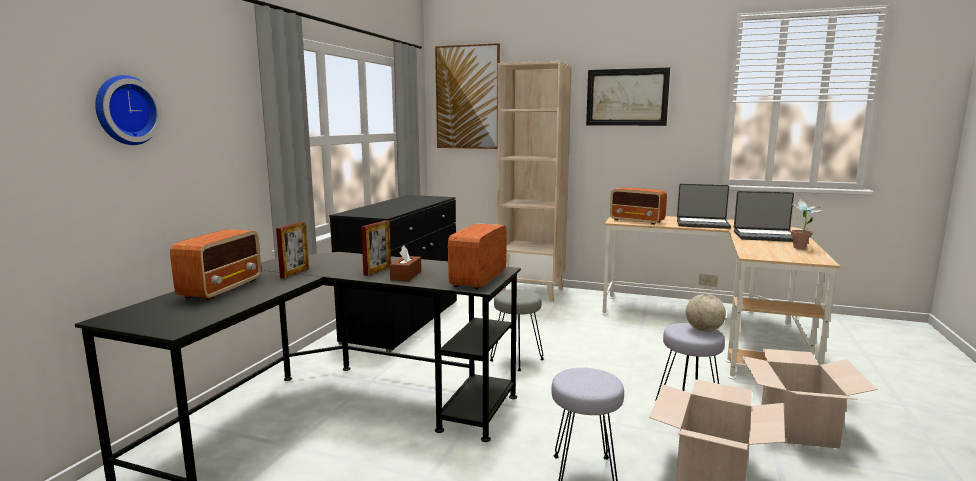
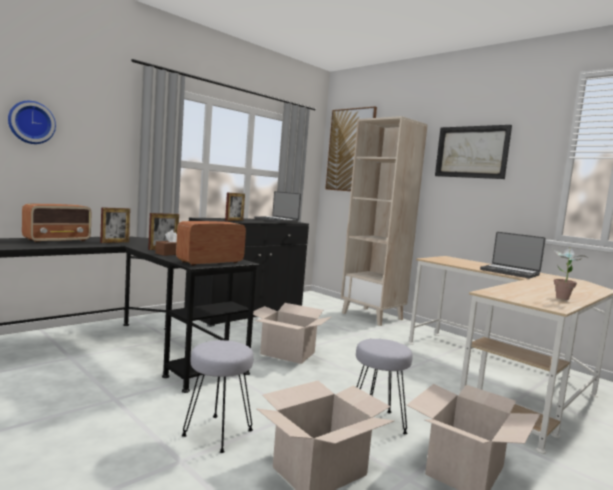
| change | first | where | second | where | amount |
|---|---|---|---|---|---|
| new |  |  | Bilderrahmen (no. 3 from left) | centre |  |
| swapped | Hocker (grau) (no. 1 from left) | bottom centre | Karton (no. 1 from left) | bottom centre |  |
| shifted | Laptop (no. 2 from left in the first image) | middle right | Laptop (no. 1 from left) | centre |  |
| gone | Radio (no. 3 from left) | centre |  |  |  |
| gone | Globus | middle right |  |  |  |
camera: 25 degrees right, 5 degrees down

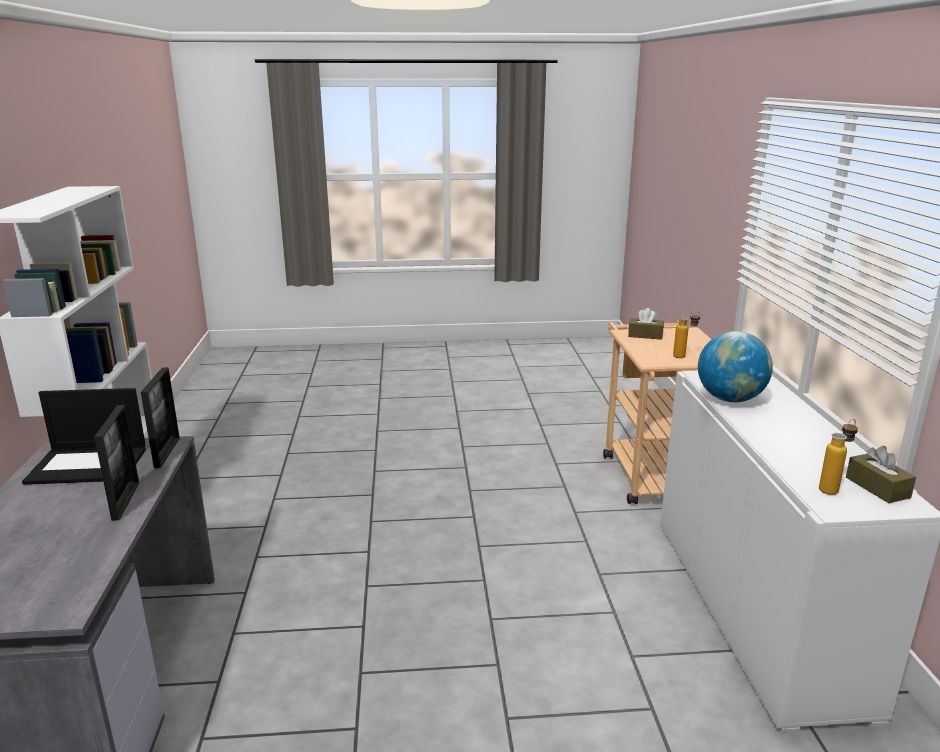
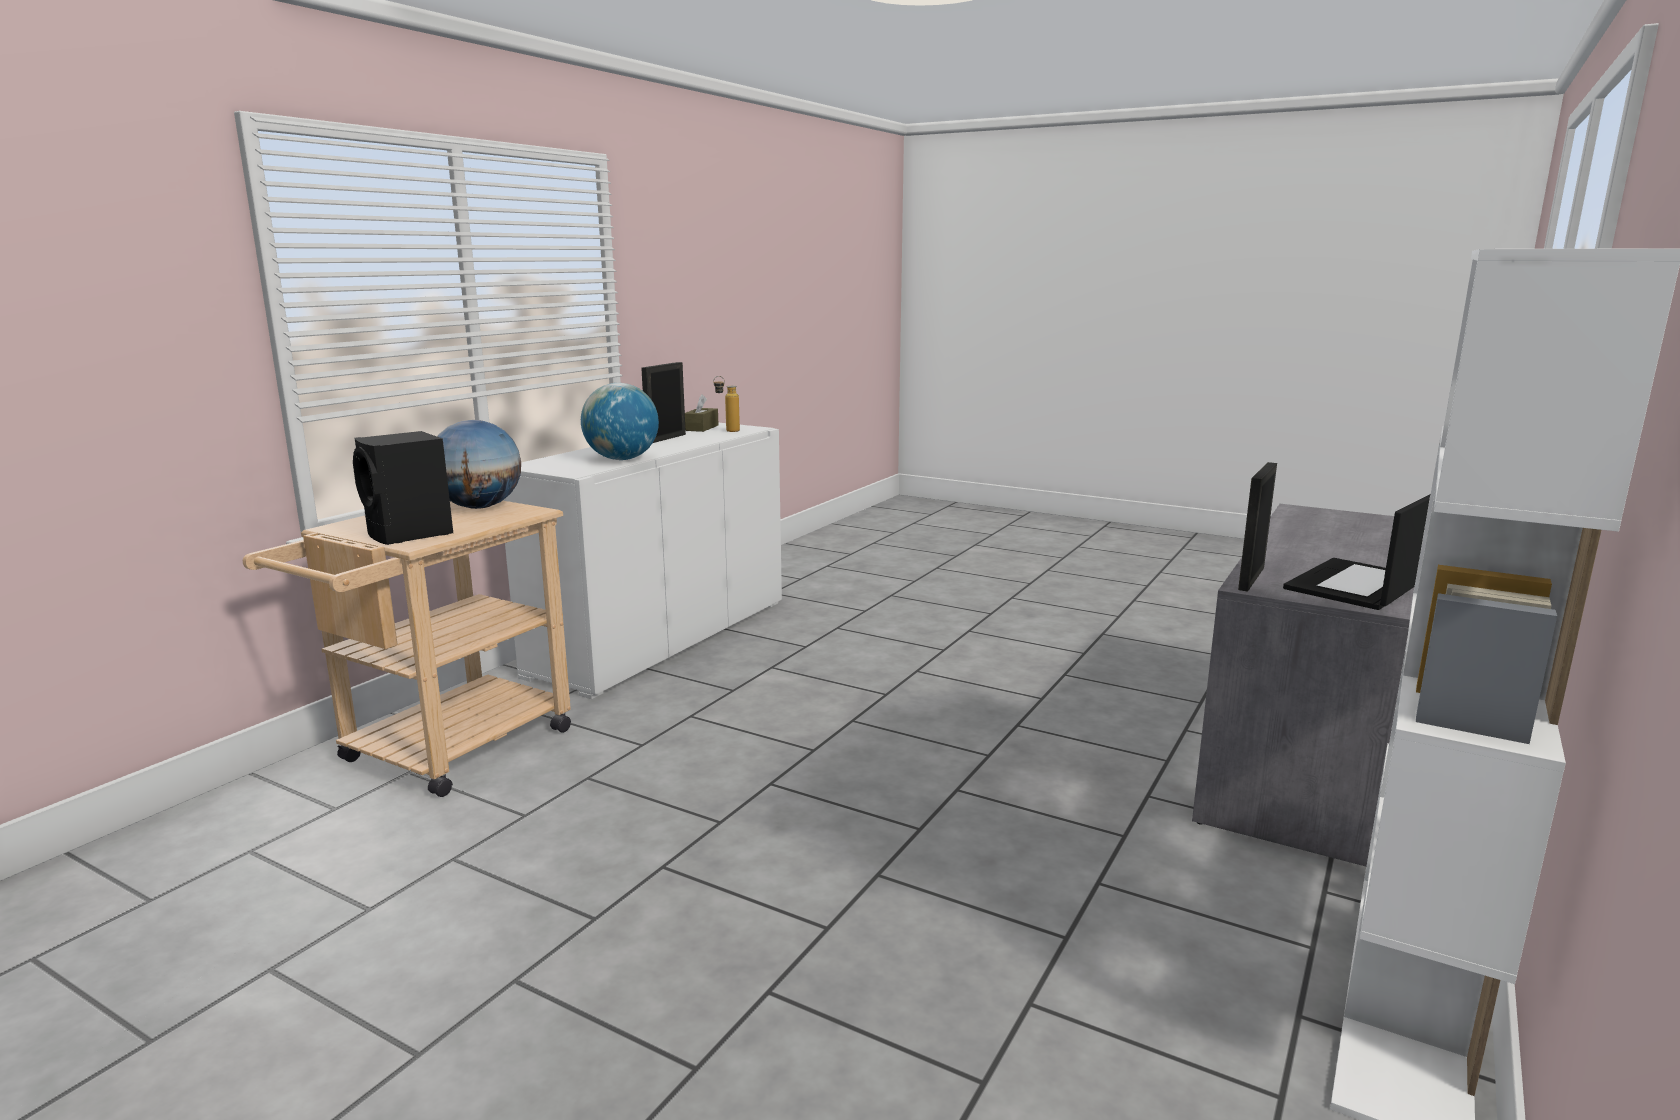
| change | first | where | second | where | amount |
|---|---|---|---|---|---|
| swapped | Taschentuchbox (braun) (no. 1 from left) | middle right | Lautsprecher (schwarz) | middle left |  |
| swapped | Flasche (no. 1 from left) | middle right | Globus (no. 1 from left) | middle left |  |
| shifted | Bilderrahmen (no. 1 from left) | middle left |  | centre |  |
| rotated | Laptop | middle left |  | middle right | 75 degrees counterclockwise |
camera: 145 degrees left, 5 degrees down

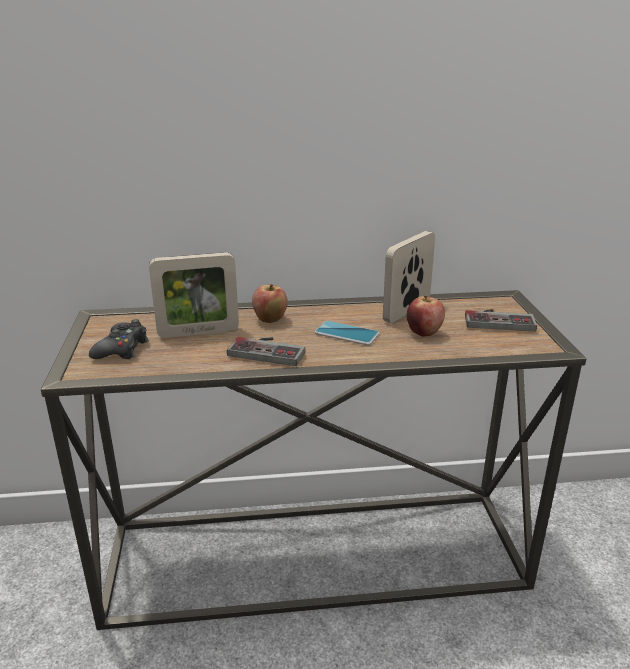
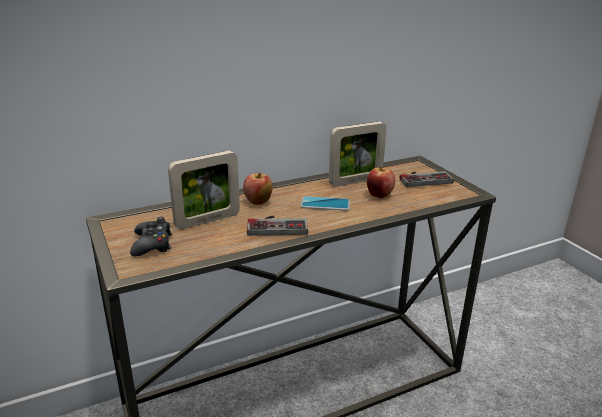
| change | first | where | second | where | amount |
|---|---|---|---|---|---|
| rotated | Bilderrahmen (no. 2 from left) | centre |  | centre | 135 degrees counterclockwise |
camera: 20 degrees left, 0 degrees up

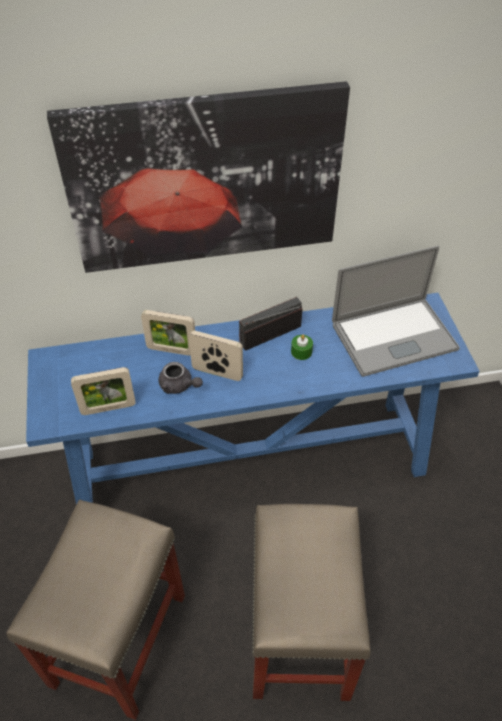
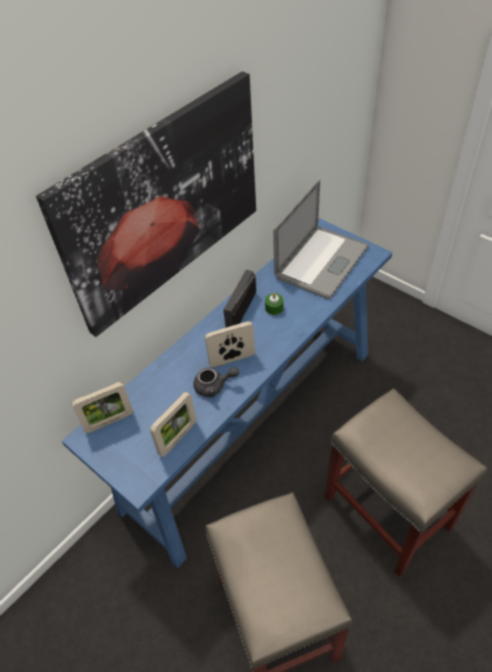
| change | first | where | second | where | amount |
|---|---|---|---|---|---|
| shifted | Bilderrahmen (no. 2 from left in the first image) | centre | Bilderrahmen (no. 1 from left) | middle left |  |
camera: 35 degrees left, 0 degrees up

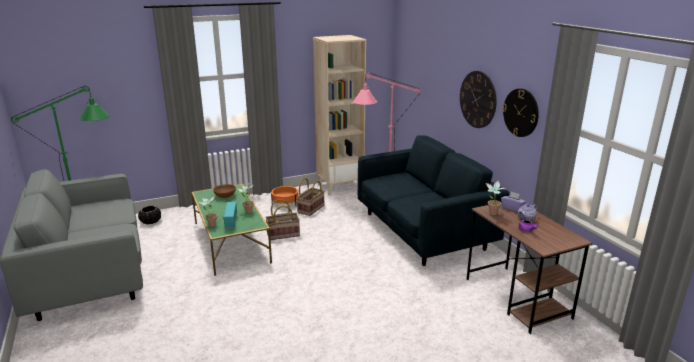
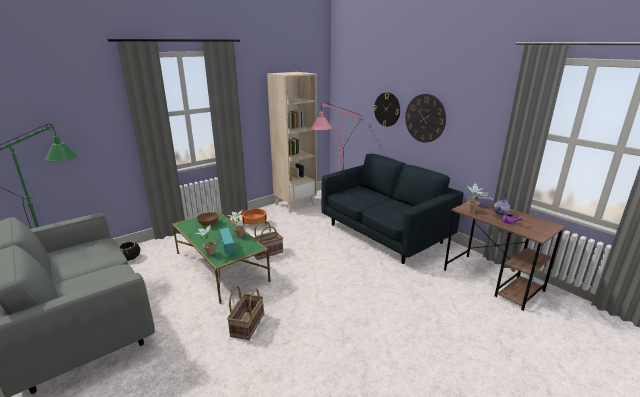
| change | first | where | second | where | amount |
|---|---|---|---|---|---|
| shifted | Korb (no. 2 from left in the first image) | centre | Korb (no. 1 from left) | bottom centre |  |
| shifted | Wanduhr (no. 2 from left in the first image) | top right | Wanduhr (no. 1 from left) | top centre |  |
camera: 15 degrees left, 0 degrees up

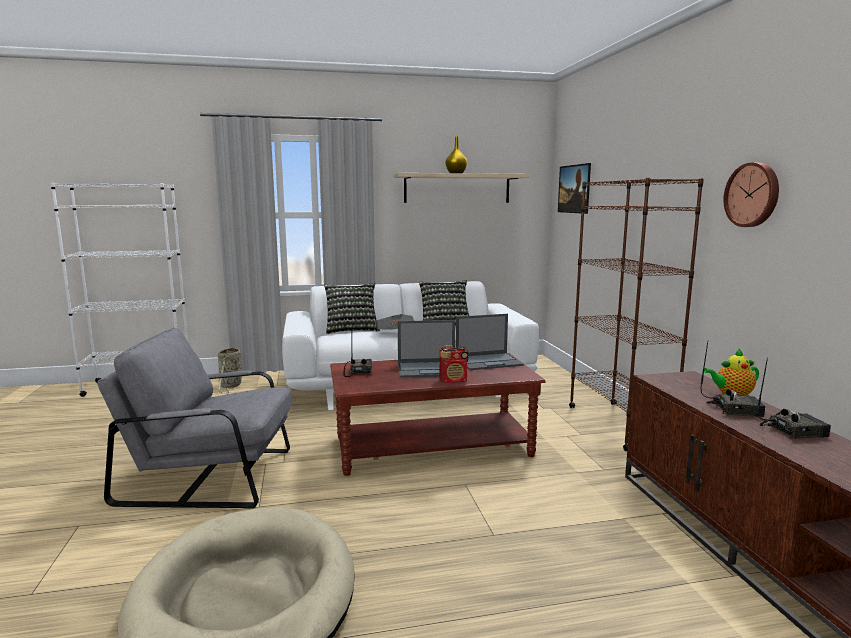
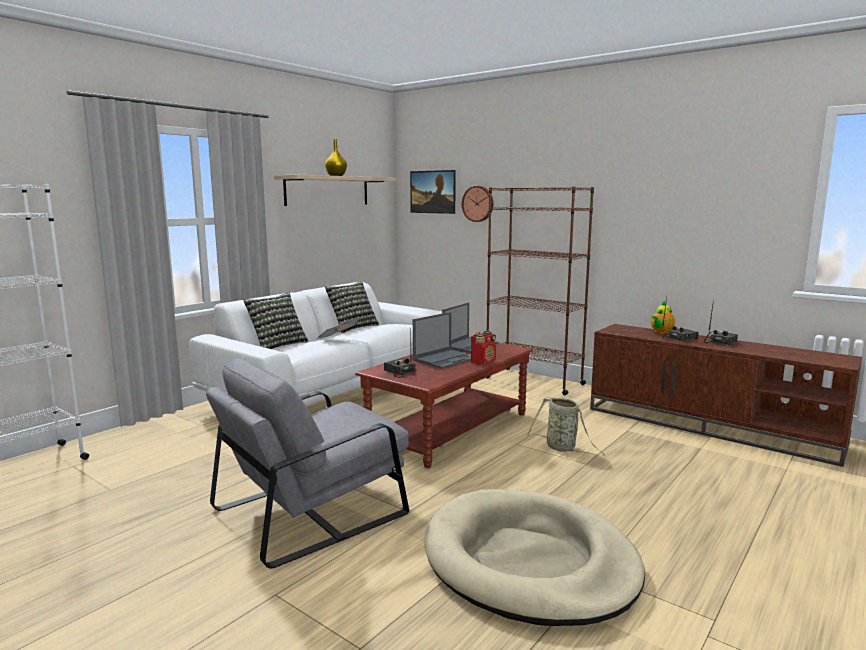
| change | first | where | second | where | amount |
|---|---|---|---|---|---|
| shifted | Wanduhr | top right |  | top centre |  |
| shifted | Korb | middle left |  | centre |  |
camera: 40 degrees left, 0 degrees up

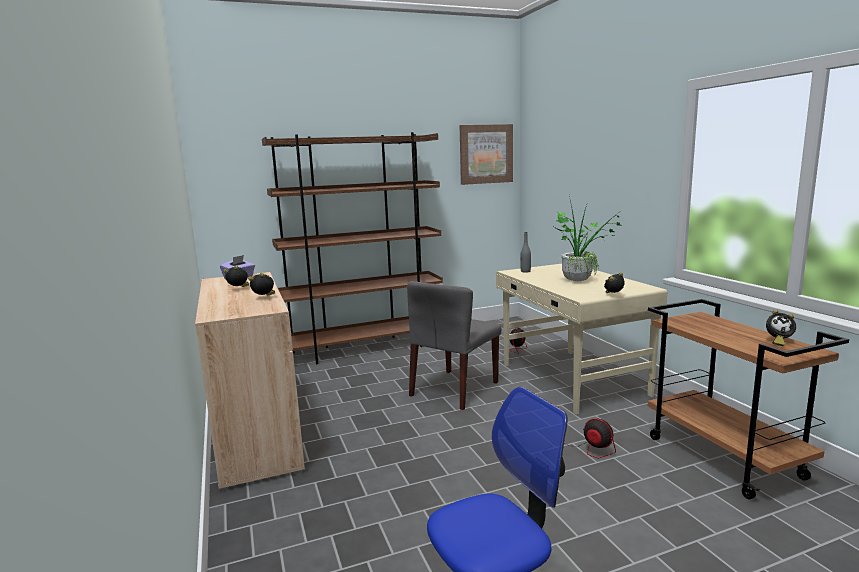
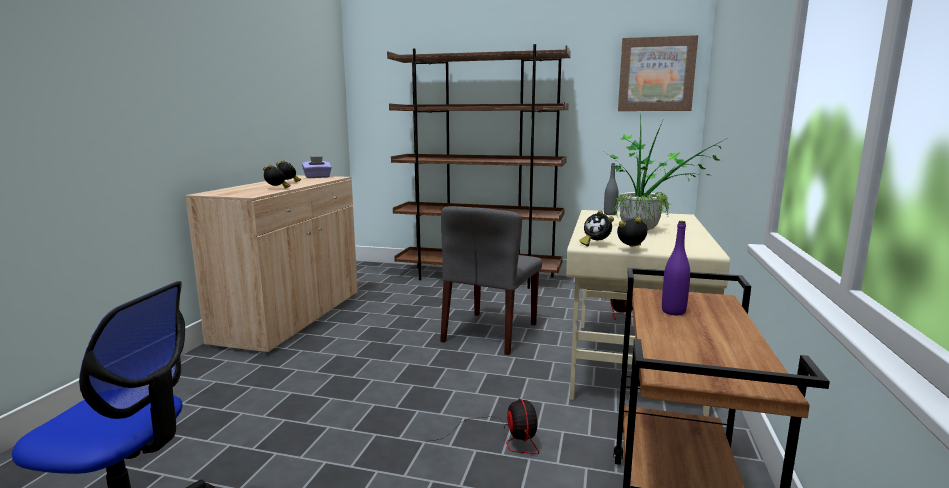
| change | first | where | second | where | amount |
|---|---|---|---|---|---|
| rotated | Stuhl (grau) | centre |  | centre | 45 degrees counterclockwise |
| shifted | Wecker (no. 4 from left in the first image) | middle right | Wecker (no. 3 from left) | centre |  |
| new |  |  | Flasche (lila) | middle right |  |
camera: 35 degrees right, 0 degrees up

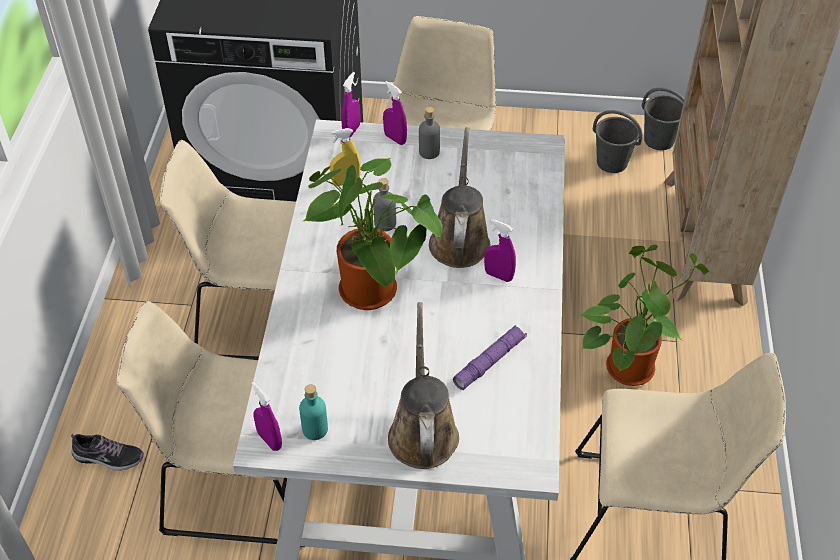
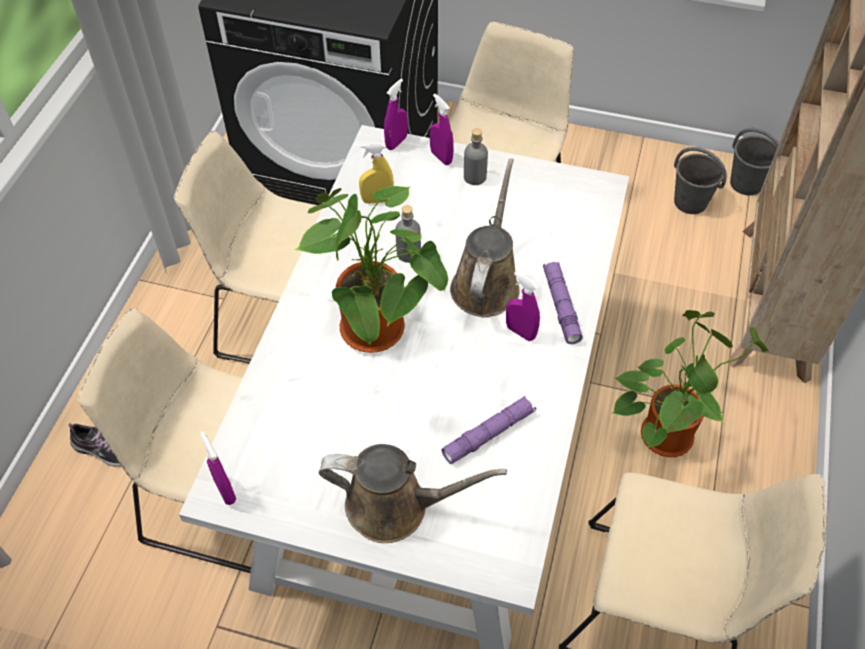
| change | first | where | second | where | amount |
|---|---|---|---|---|---|
| rotated | Gießkanne (braun) (no. 1 from left) | bottom centre |  | bottom centre | 90 degrees clockwise |
| new |  |  | Taschenlampe (lila) (no. 2 from left) | centre |  |
| gone | Flasche (türkis) | bottom centre |  |  |  |
camera: 10 degrees right, 5 degrees up

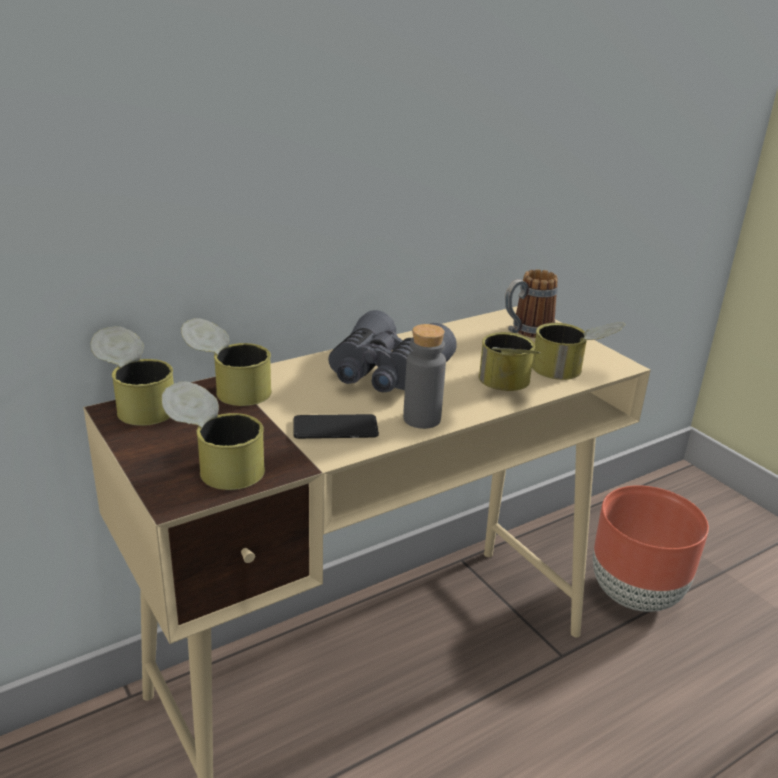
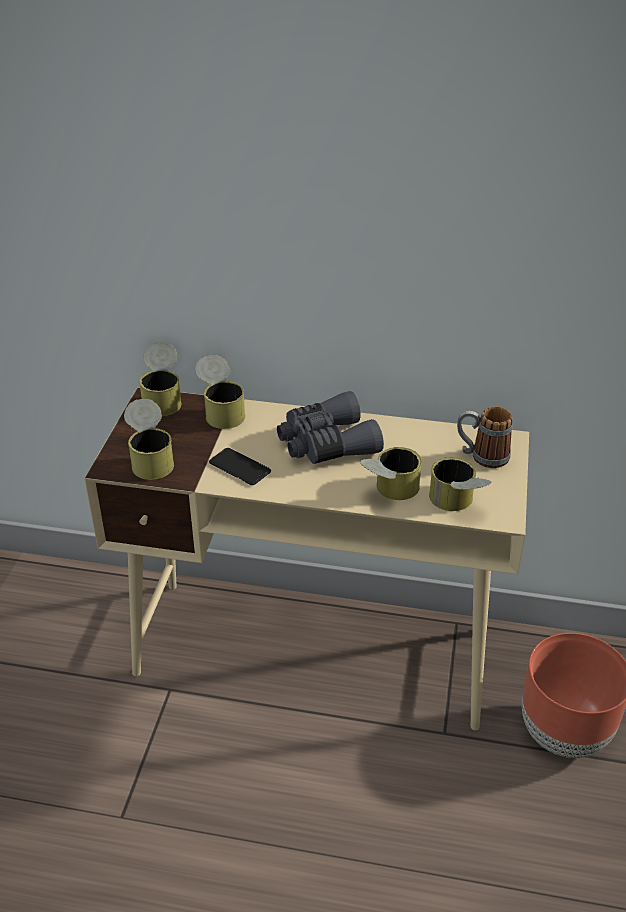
| change | first | where | second | where | amount |
|---|---|---|---|---|---|
| gone | Flasche (grau) | centre |  |  |  |
camera: 45 degrees right, 10 degrees up

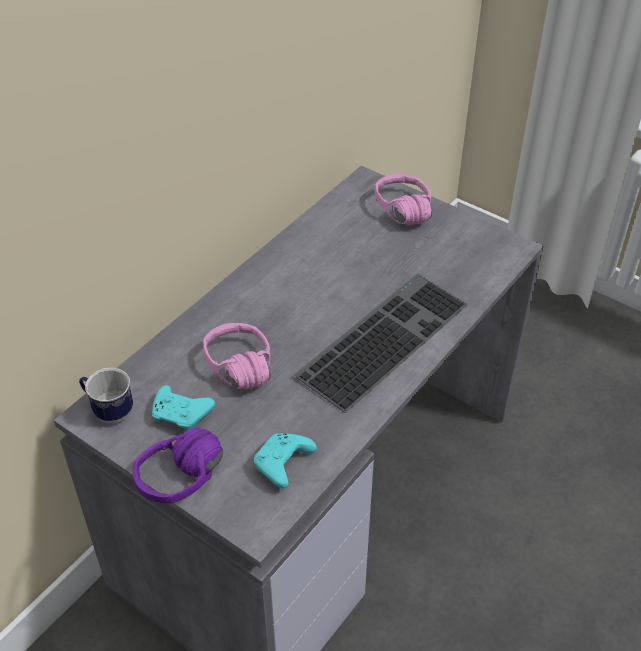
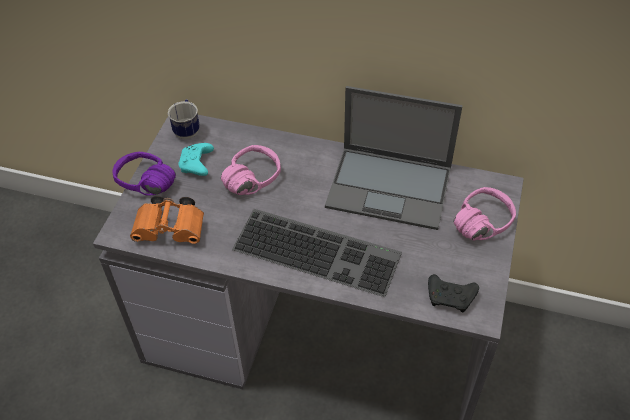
| change | first | where | second | where | amount |
|---|---|---|---|---|---|
| swapped | Gamepad (türkis) (no. 2 from left) | bottom centre | Fernglas (orange) | middle left |  |
| new |  |  | Laptop | centre |  |
| new |  |  | Gamepad (schwarz) | bottom right |  |
camera: 70 degrees right, 5 degrees up

